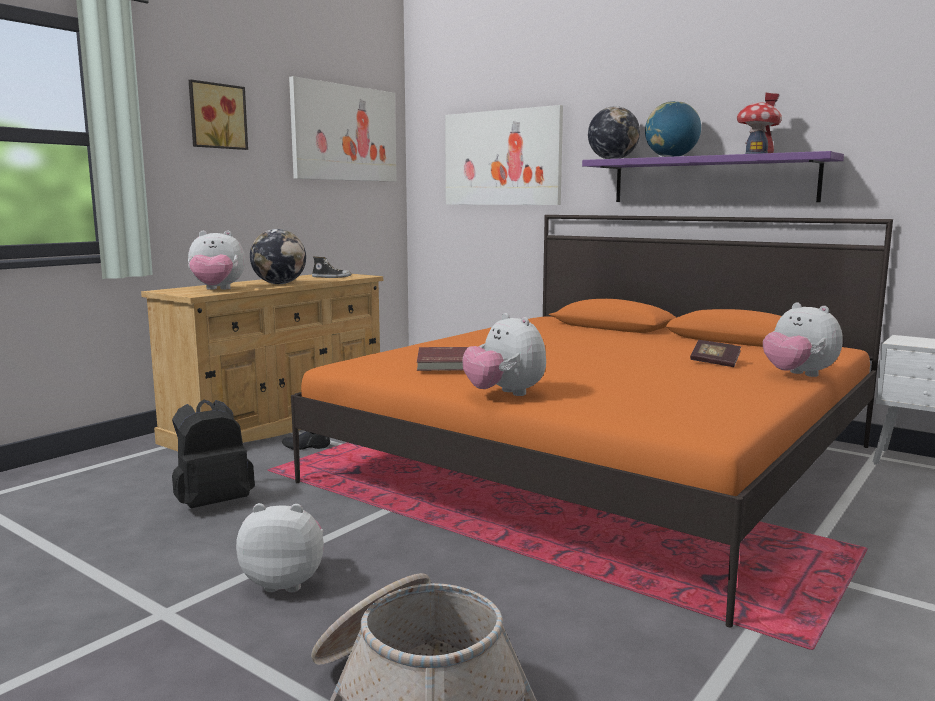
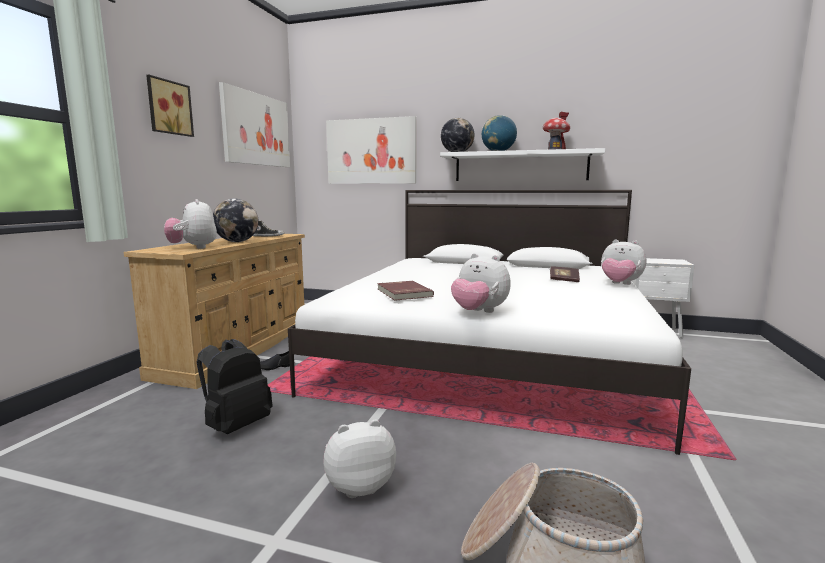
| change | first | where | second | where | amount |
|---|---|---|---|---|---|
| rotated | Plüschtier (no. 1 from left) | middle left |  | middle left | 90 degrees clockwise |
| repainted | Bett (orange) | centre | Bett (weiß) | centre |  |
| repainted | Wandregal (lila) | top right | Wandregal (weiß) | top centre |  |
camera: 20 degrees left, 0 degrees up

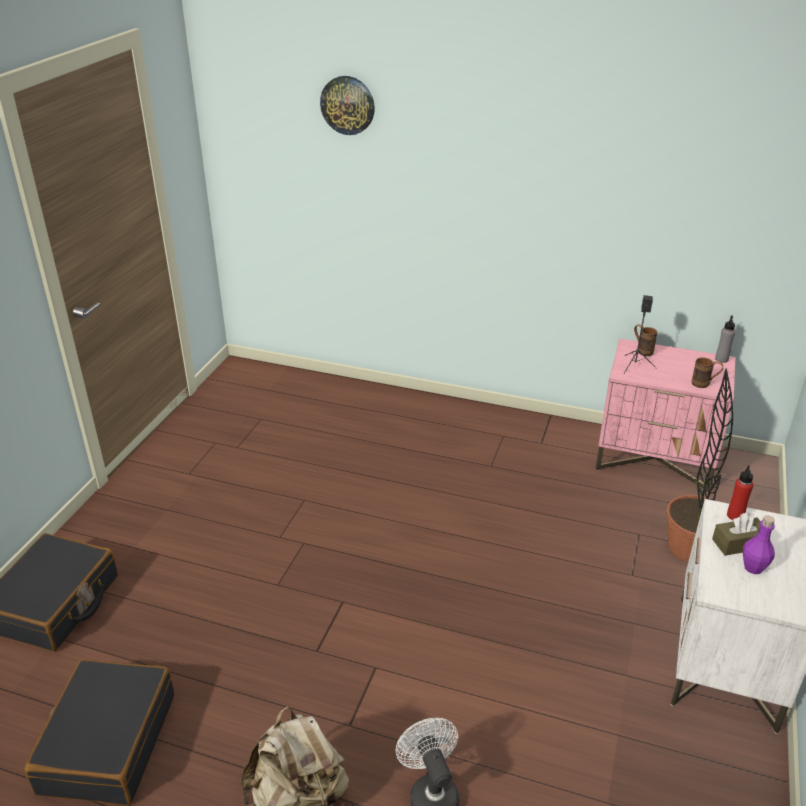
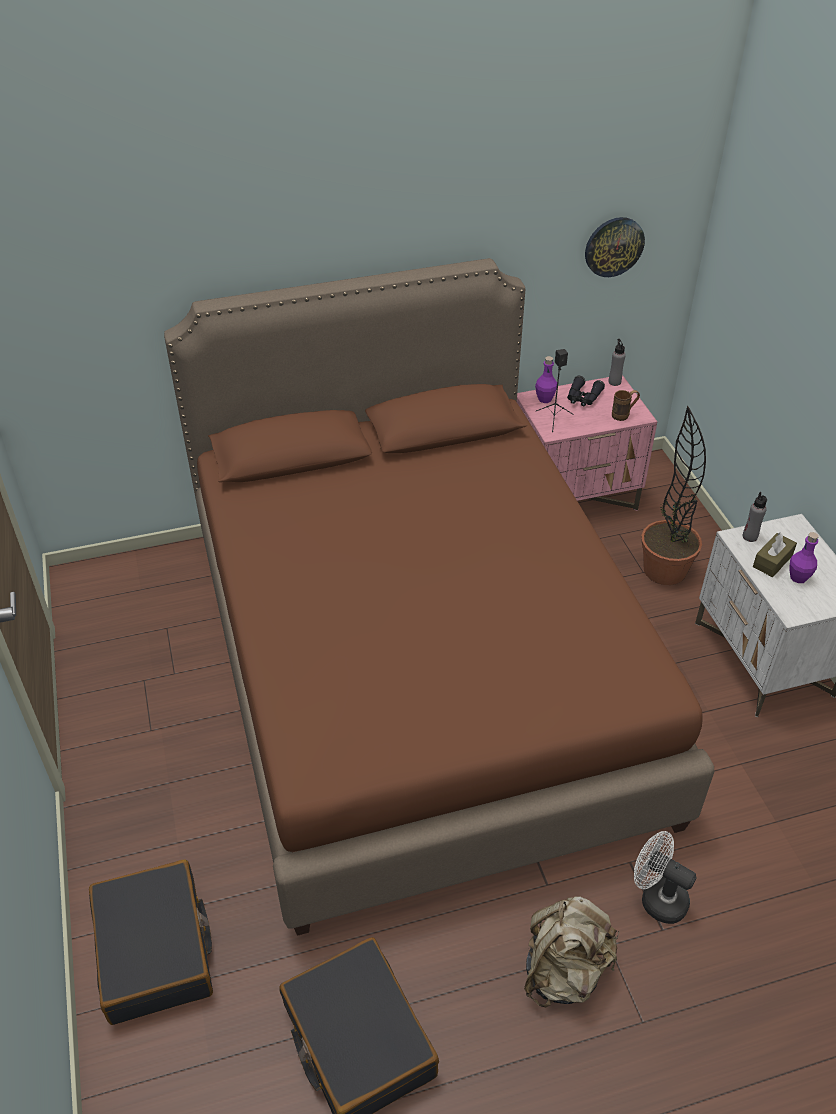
| change | first | where | second | where | amount |
|---|---|---|---|---|---|
| new |  |  | Bett (braun) | centre |  |
| swapped | Henkelbecher (braun) (no. 1 from left) | middle right | Flasche (lila) (no. 1 from left) | centre |  |
| new |  |  | Fernglas (schwarz) | middle right |  |
| shifted | Wanduhr | top centre |  | top right |  |
| repainted | Flasche (rot) | middle right | Flasche (grau) (no. 2 from left) | middle right |  |
camera: 35 degrees left, 10 degrees up

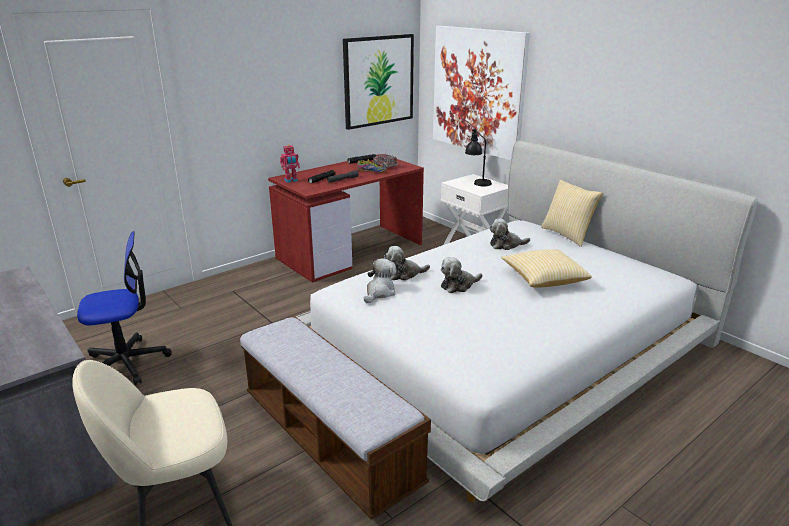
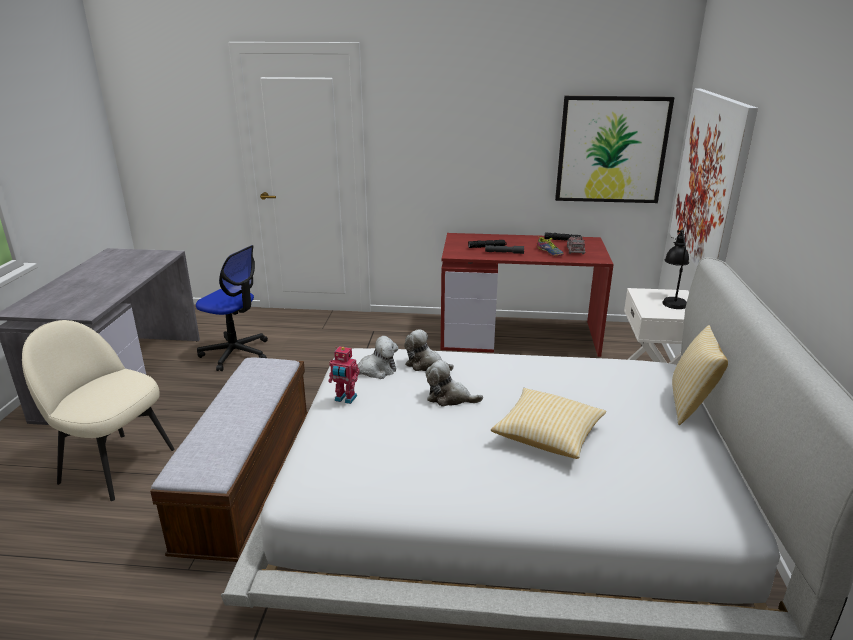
| change | first | where | second | where | amount |
|---|---|---|---|---|---|
| shifted | Spielzeugroboter | top centre |  | centre |  |
| gone | Plüschtier (no. 4 from left) | centre |  |  |  |
camera: 45 degrees right, 0 degrees up

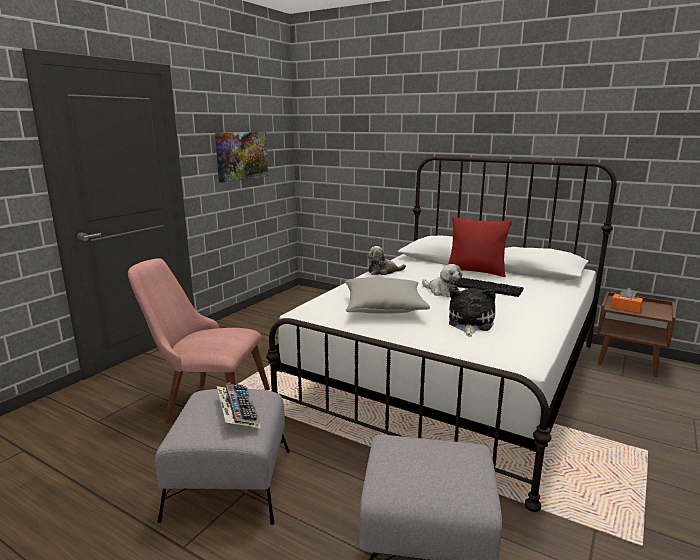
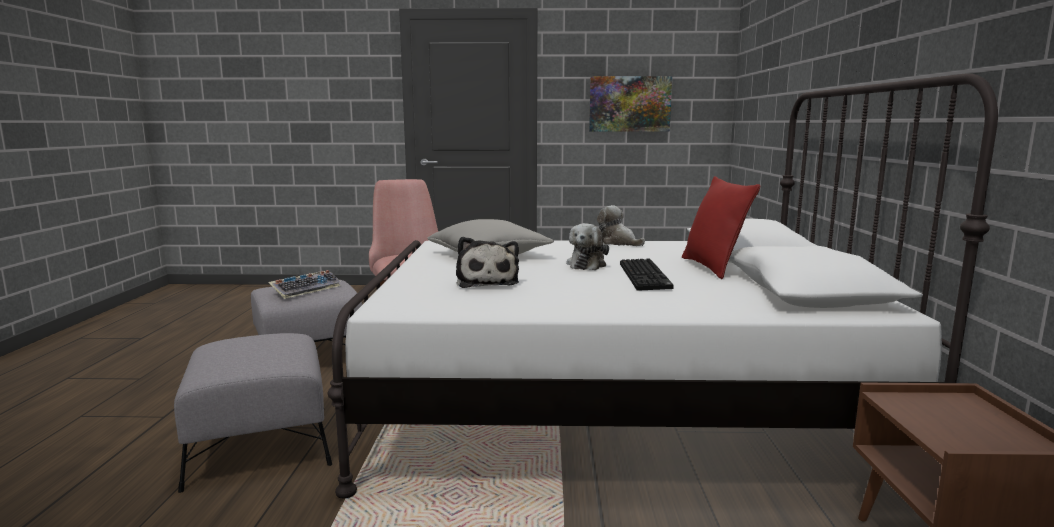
| change | first | where | second | where | amount |
|---|---|---|---|---|---|
| rotated | Plüschtier (no. 3 from left in the first image) | middle right | Plüschtier (no. 1 from left) | centre | 90 degrees clockwise |
| gone | Taschentuchbox (orange) | middle right |  |  |  |
camera: 60 degrees right, 5 degrees down

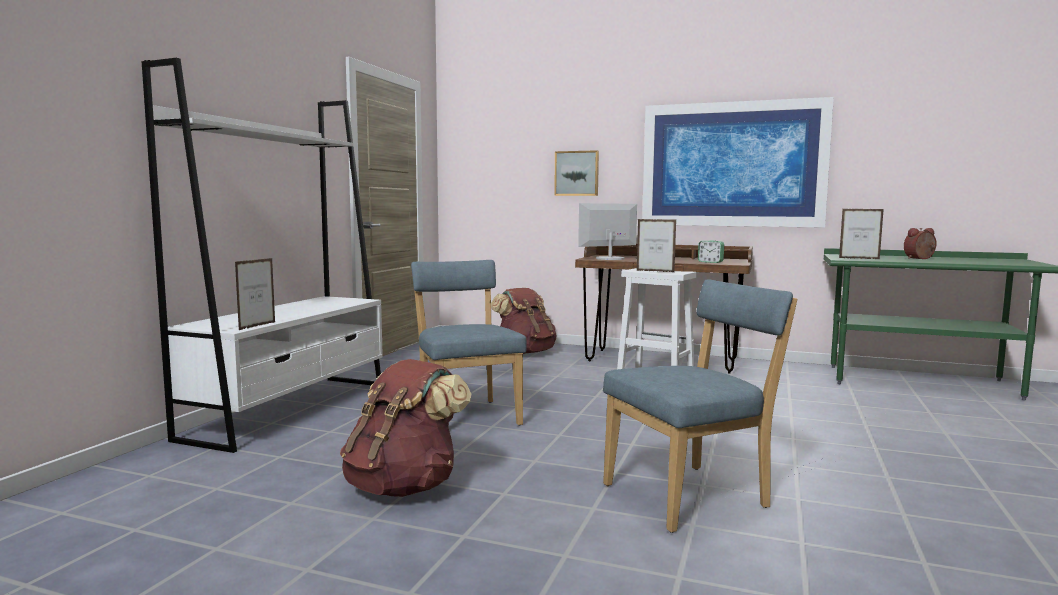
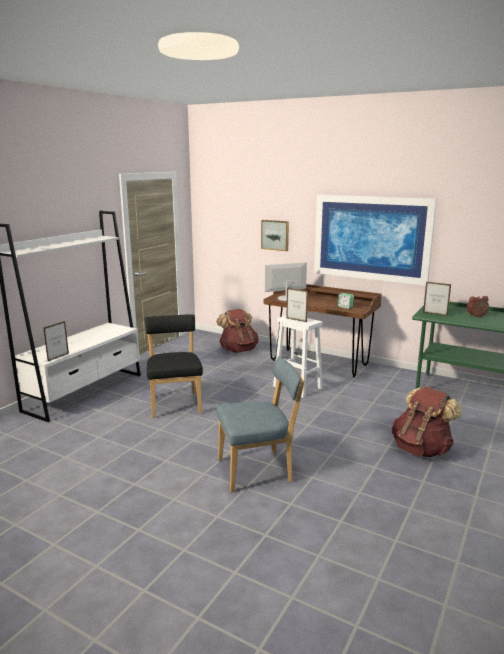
| change | first | where | second | where | amount |
|---|---|---|---|---|---|
| repainted | Stuhl (blau) (no. 1 from left) | centre | Stuhl (schwarz) | centre |  |
| shifted | Rucksack (braun) (no. 1 from left in the first image) | bottom centre | Rucksack (braun) (no. 2 from left) | middle right |  |
camera: 10 degrees right, 10 degrees up

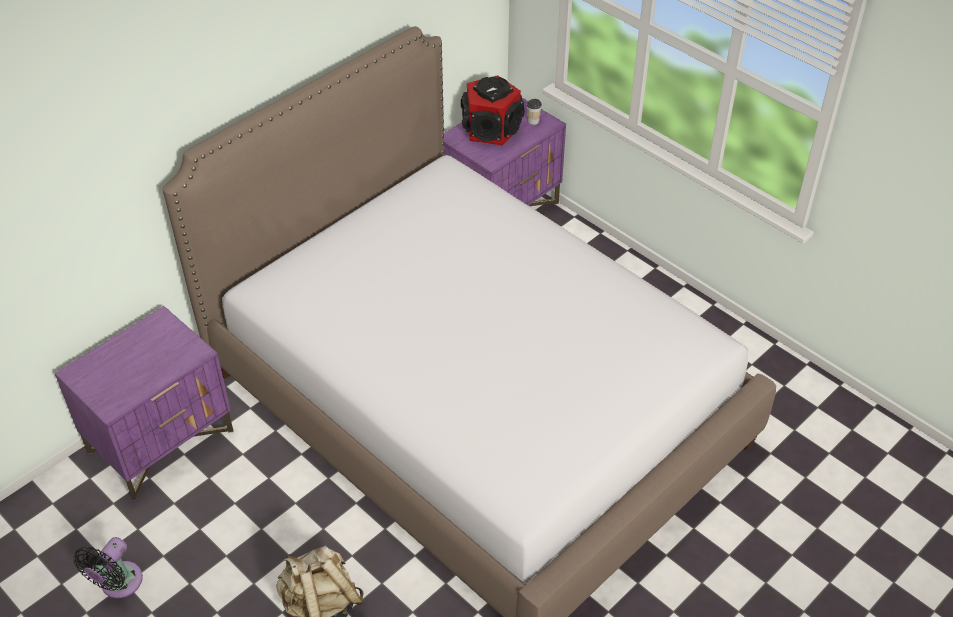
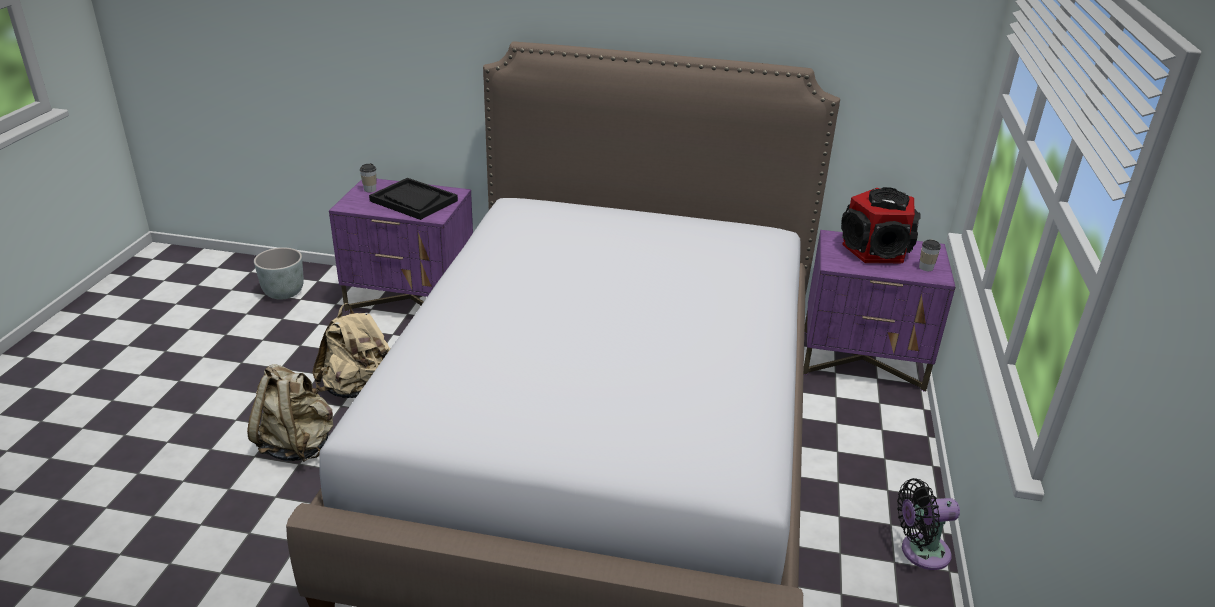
| change | first | where | second | where | amount |
|---|---|---|---|---|---|
| new |  |  | Pflanzkübel (grau) | middle left |  |
| new |  |  | Rucksack (beige) (no. 2 from left) | middle left |  |
| new |  |  | Tasse (no. 1 from left) | top left |  |
| new |  |  | Tablett (schwarz) | top centre |  |
| shifted | Ventilator (schwarz) | bottom left |  | bottom right |  |
camera: 55 degrees right, 15 degrees down

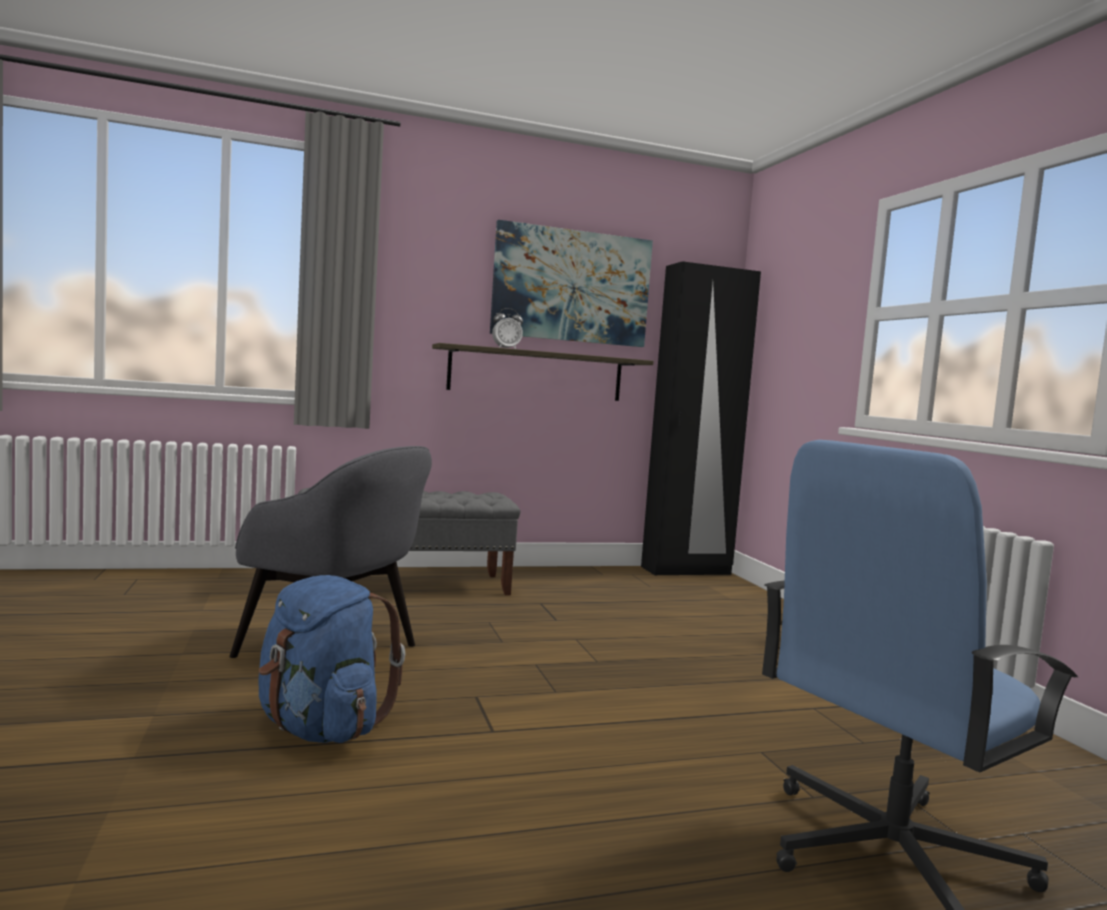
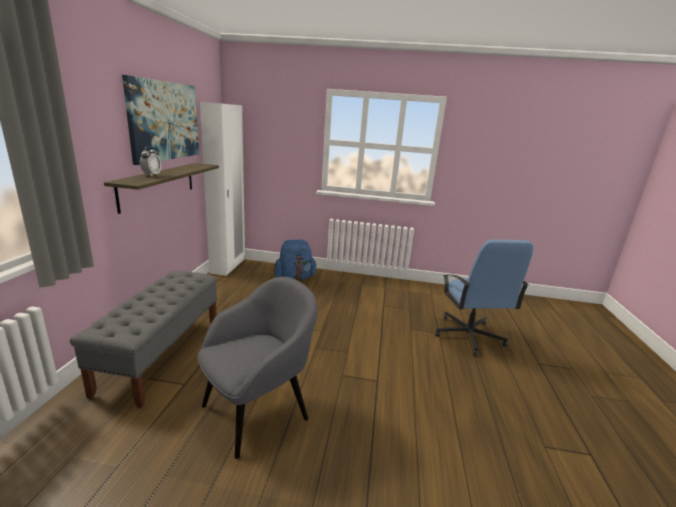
| change | first | where | second | where | amount |
|---|---|---|---|---|---|
| repainted | Kleiderschrank (schwarz) | centre | Kleiderschrank (weiß) | middle left |  |
| shifted | Rucksack (blau) | bottom left |  | centre |  |
camera: 65 degrees left, 15 degrees up

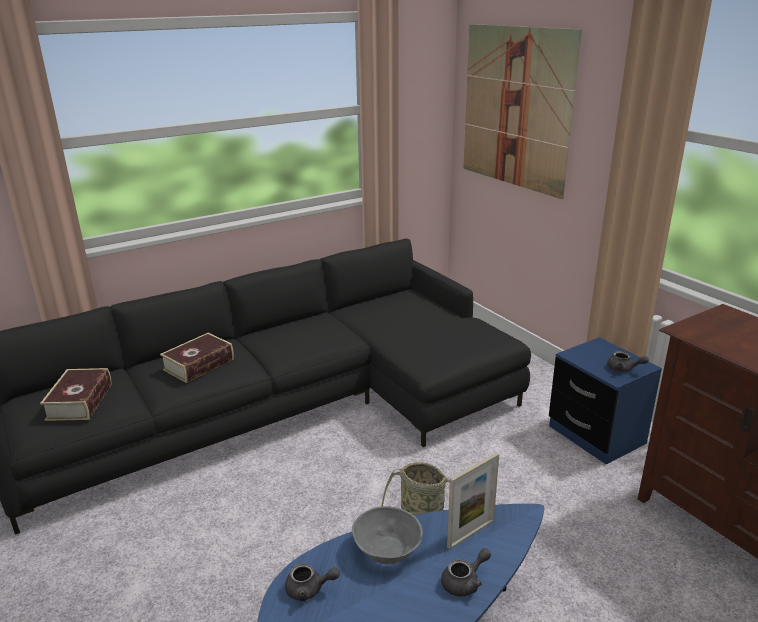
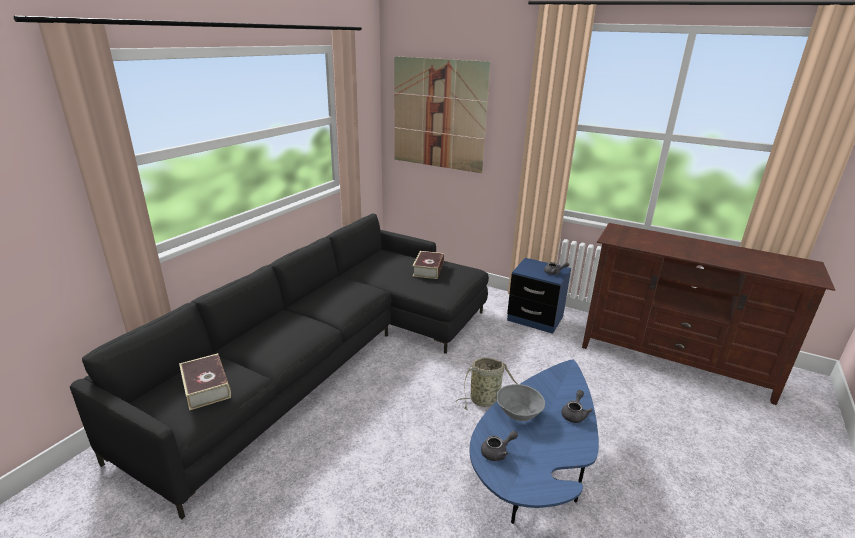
| change | first | where | second | where | amount |
|---|---|---|---|---|---|
| shifted | Buch (no. 2 from left) | middle left |  | centre |  |
| gone | Bilderrahmen | bottom centre |  |  |  |
camera: 30 degrees left, 0 degrees up

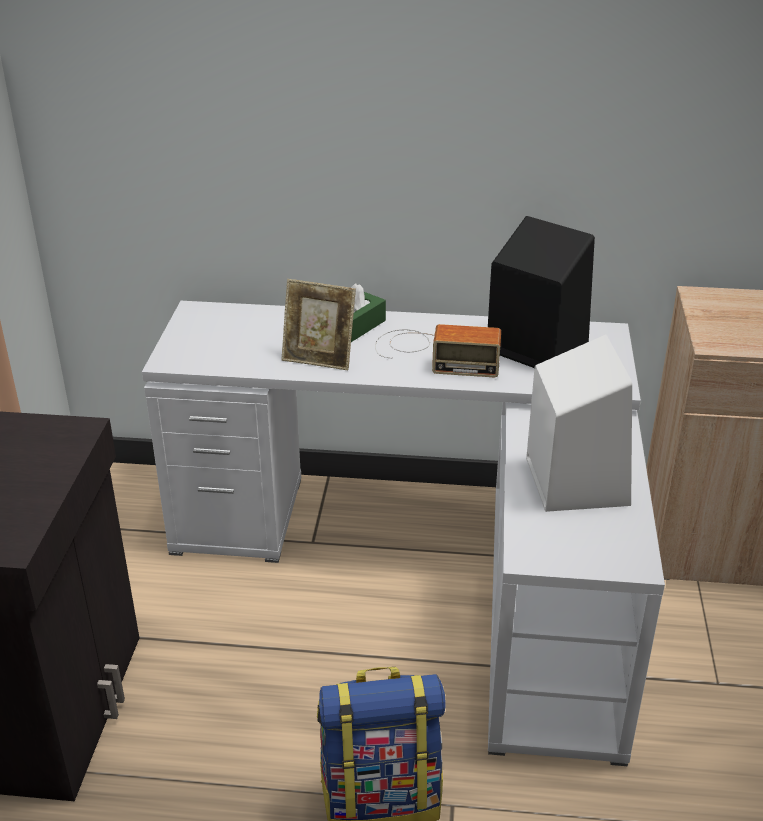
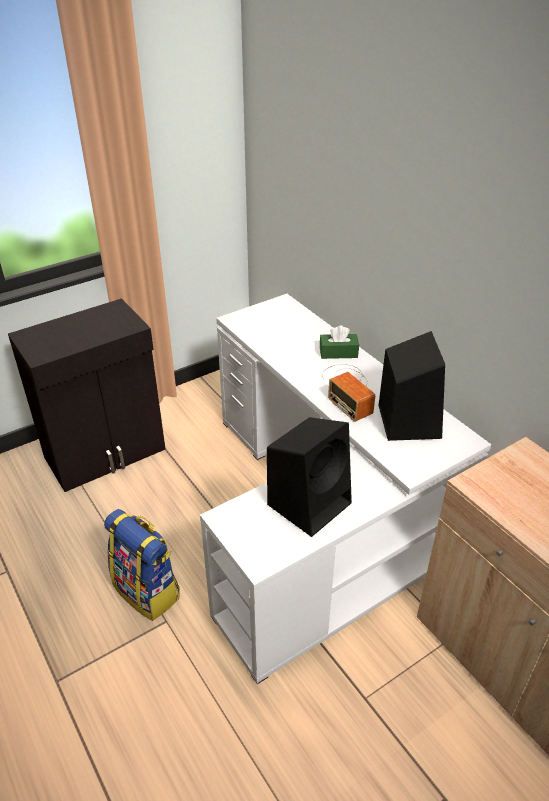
| change | first | where | second | where | amount |
|---|---|---|---|---|---|
| repainted | Lautsprecher (weiß) | middle right | Lautsprecher (schwarz) (no. 1 from left) | centre |  |
| gone | Bilderrahmen | centre |  |  |  |
camera: 50 degrees right, 5 degrees up

